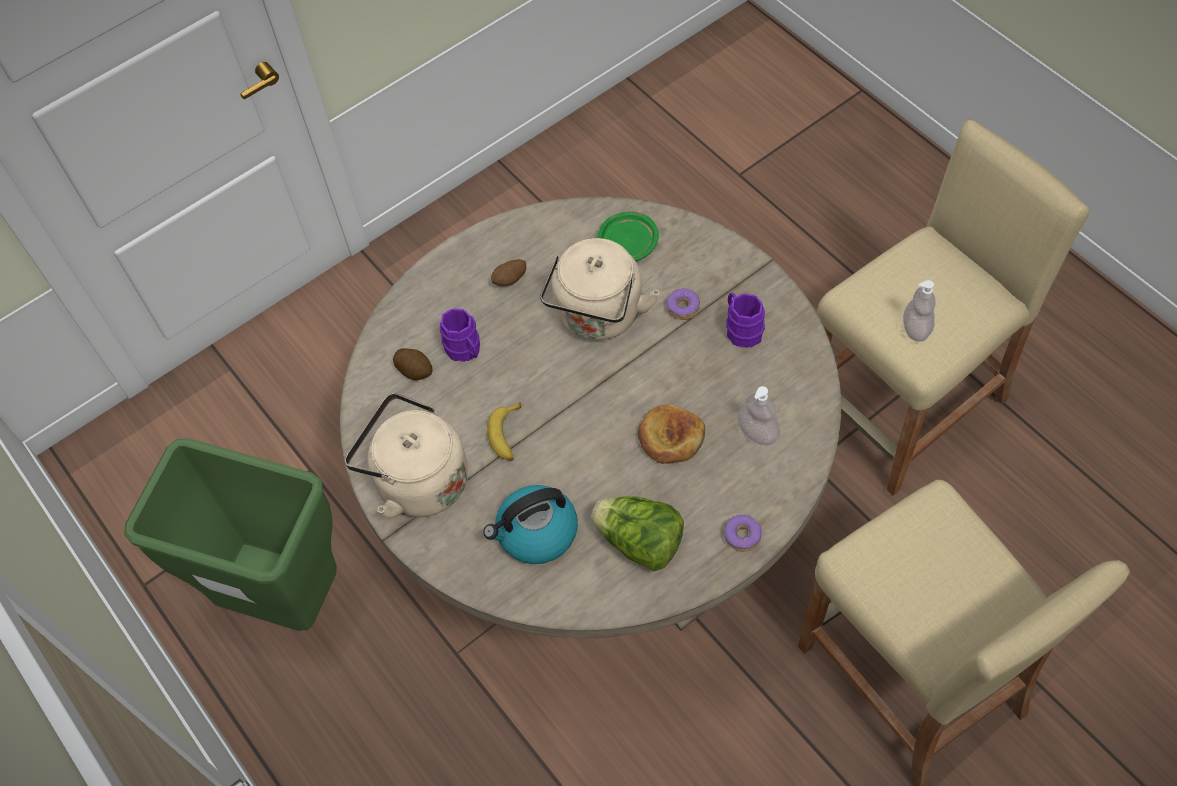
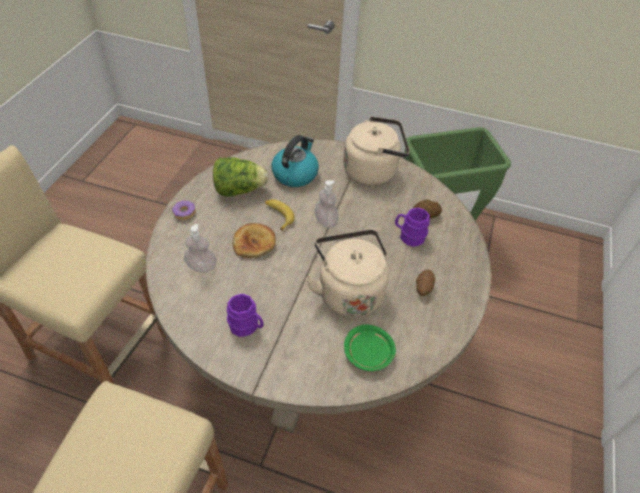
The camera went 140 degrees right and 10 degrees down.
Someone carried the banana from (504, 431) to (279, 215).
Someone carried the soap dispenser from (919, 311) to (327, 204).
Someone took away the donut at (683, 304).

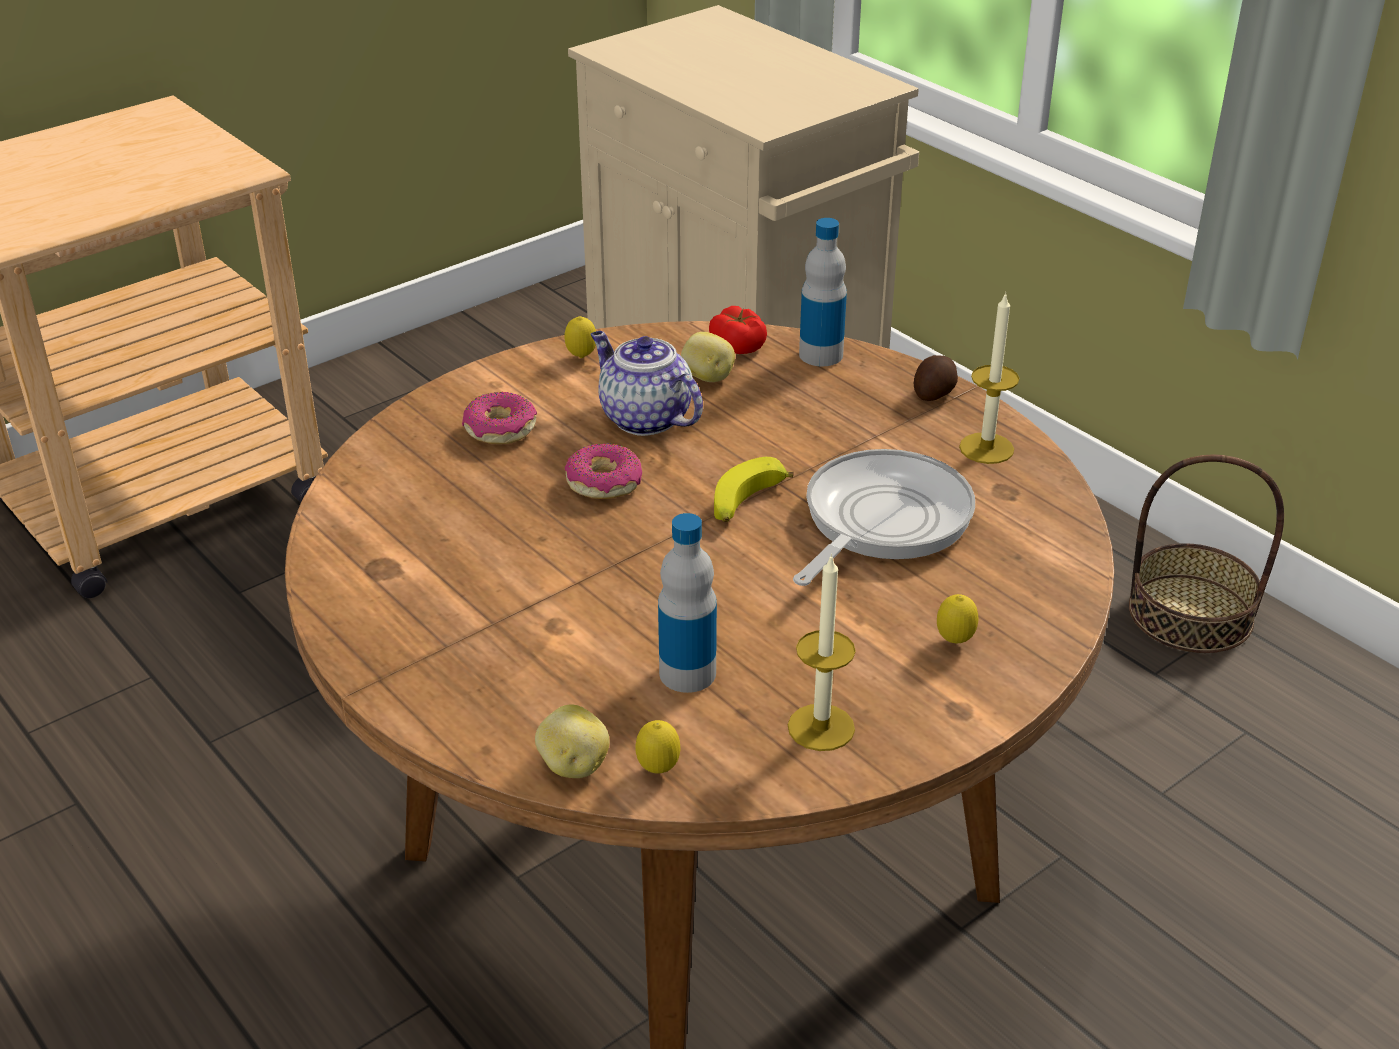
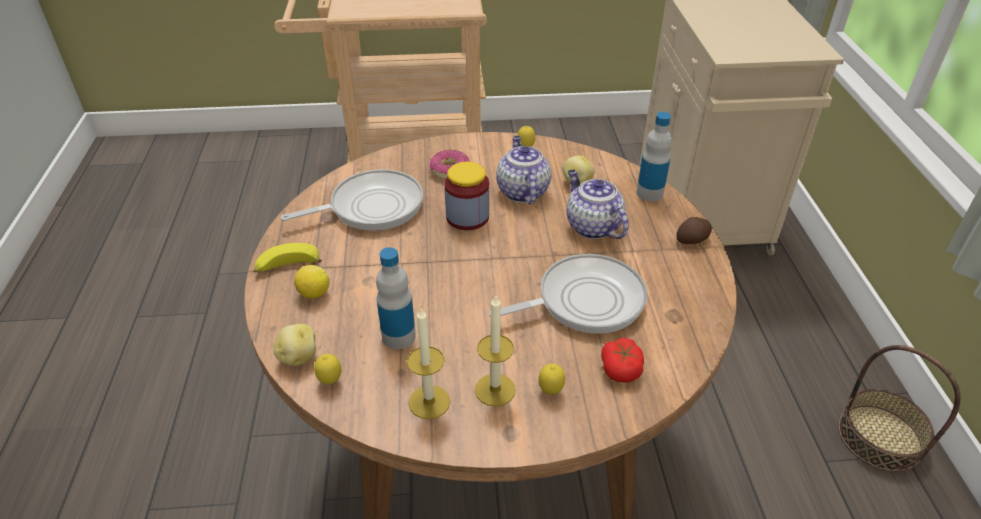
The camera went 35 degrees right and 5 degrees up.
Someone carried the banana from (754, 489) to (288, 257).
Someone put down the frying pan at (352, 200).
Someone put down the lemon at (312, 282).
Someone swapped the donut at (603, 471) for the jar at (466, 196).
Someone carried the candle from (989, 378) to (495, 351).
Someone put down the teapot at (597, 204).
Someone carried the tomato from (738, 330) to (622, 360).

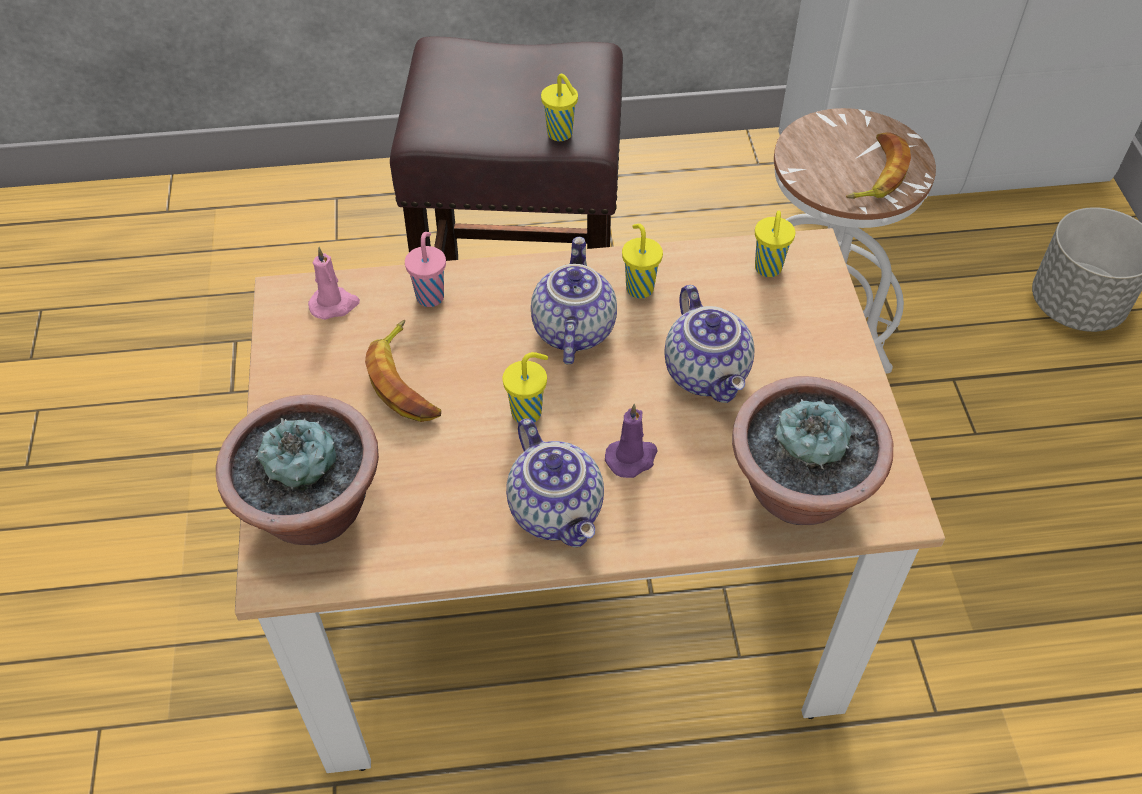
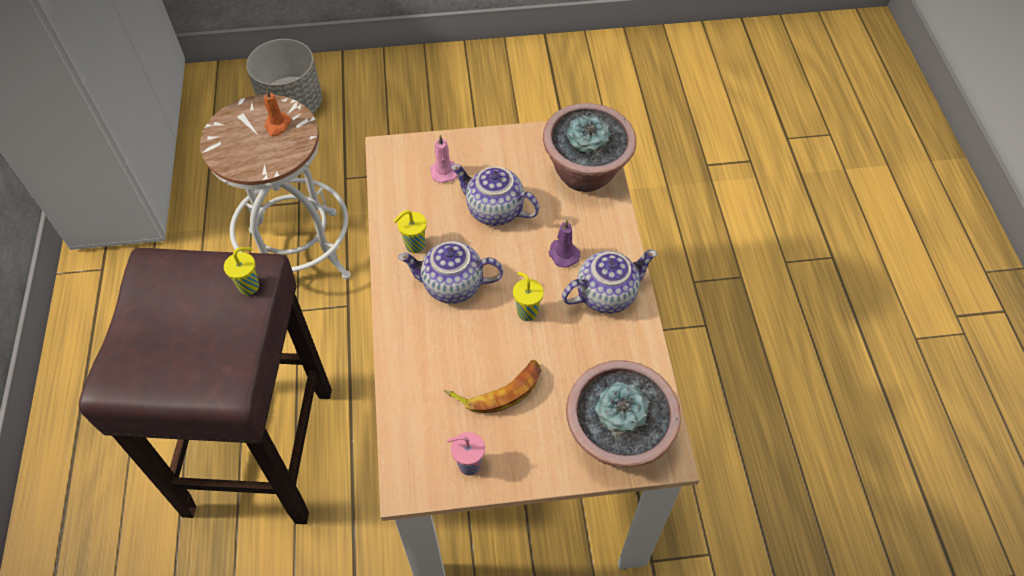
The camera went 90 degrees left and 5 degrees up.
Someone swapped the banana at (878, 165) for the candle (orange) at (277, 113).
Someone carried the candle (pink) from (334, 283) to (443, 159).
Someone carried the cup (pink) from (425, 269) to (466, 454).
Someone rotated the teapot at (709, 344) by 135 degrees counterclockwise.
Someone took away the cup (yellow) at (775, 244).

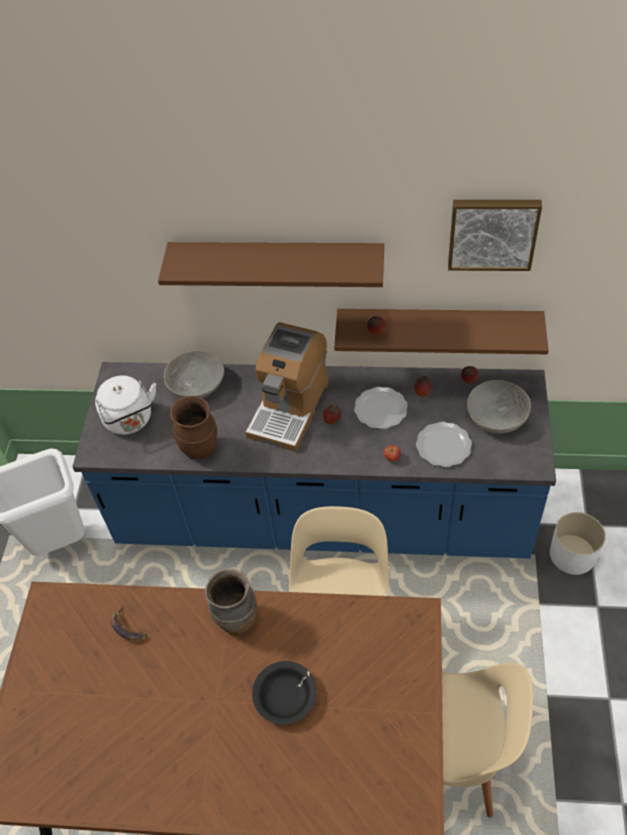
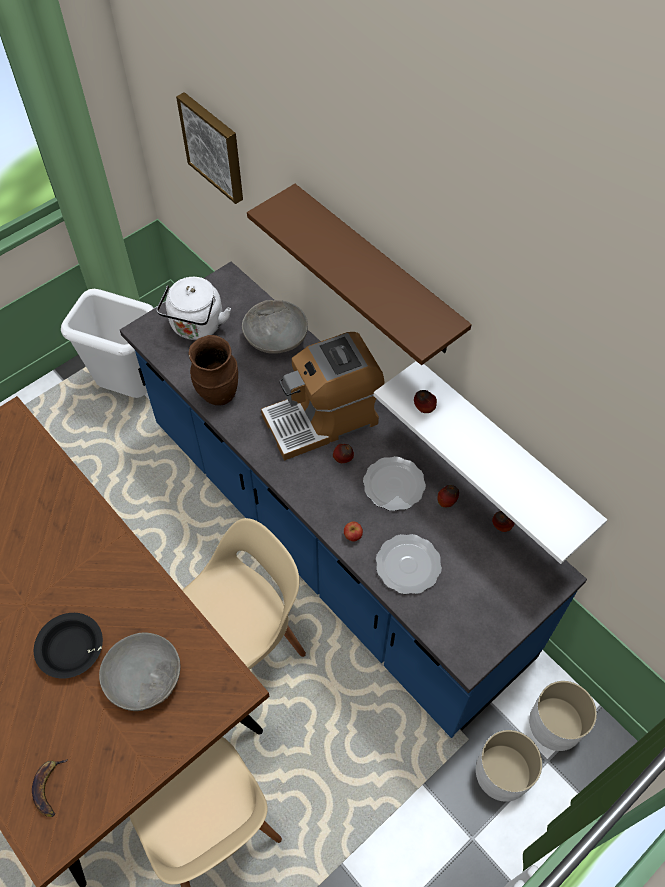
The camera went 40 degrees right and 5 degrees up.
Someone carried the banana from (129, 623) to (50, 788).
Someone carried the bowl (grey) from (499, 407) to (139, 672).
Someone carried the picture from (495, 235) to (209, 148).
Someone repainted the shelf (brown) at (441, 331), which became the shelf (white) at (490, 462).
Someone put down the planter (white) at (563, 716).
Someone took away the vase (brown) at (231, 601).

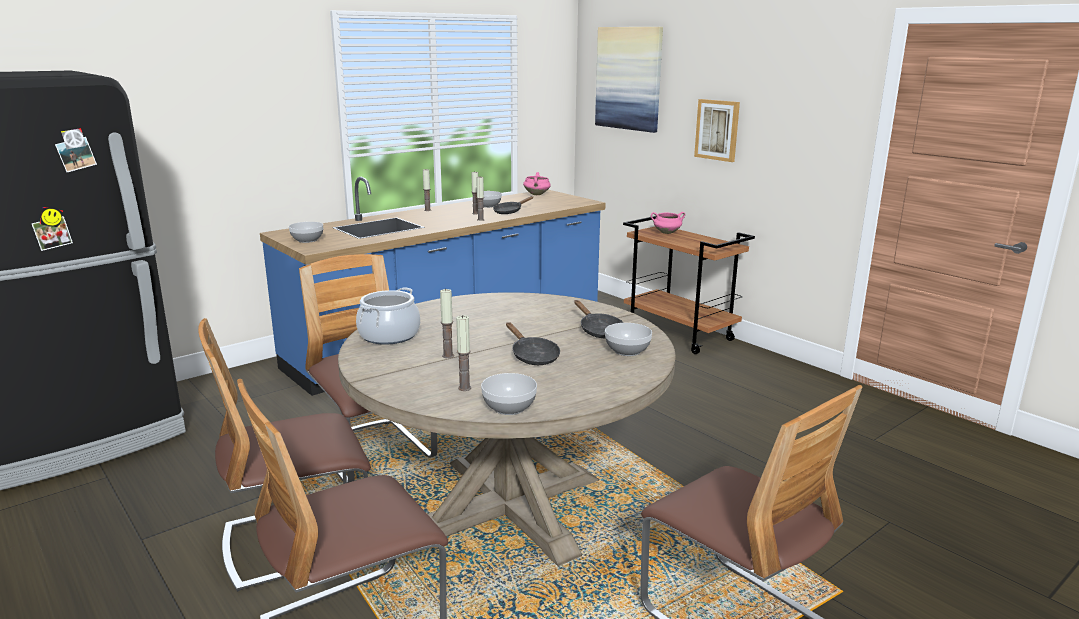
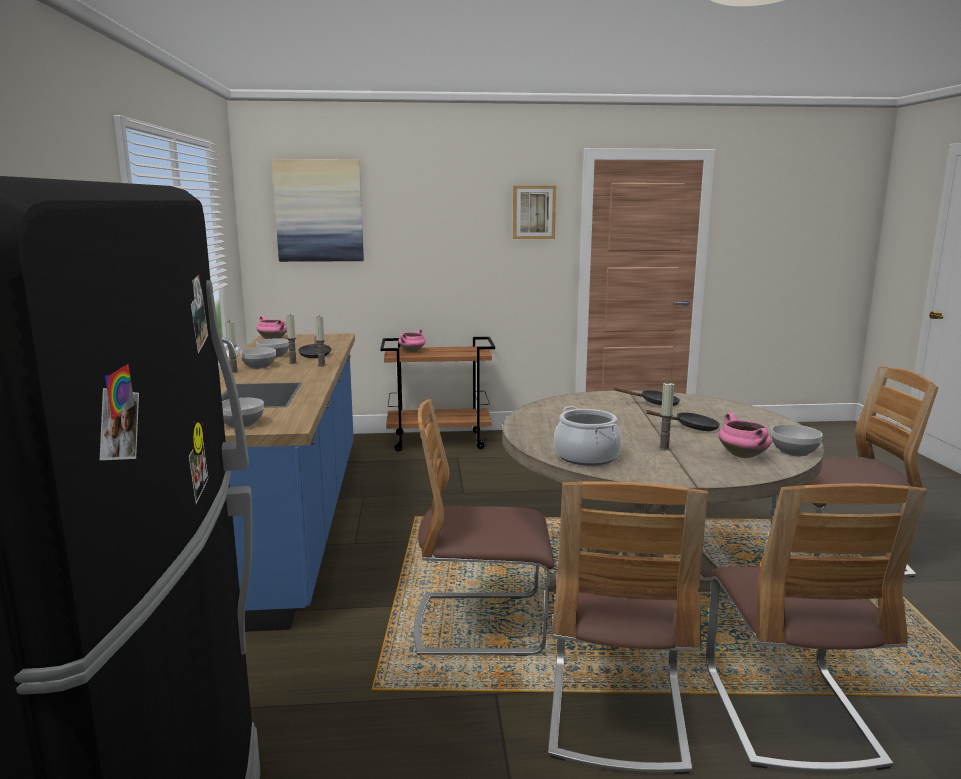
The camera went 55 degrees left and 5 degrees down.
Someone carried the bowl from (628, 339) to (258, 358).
Someone carried the picture from (717, 130) to (534, 212).
Someone swapped the candle at (463, 353) for the cooking pot (pink) at (745, 435).

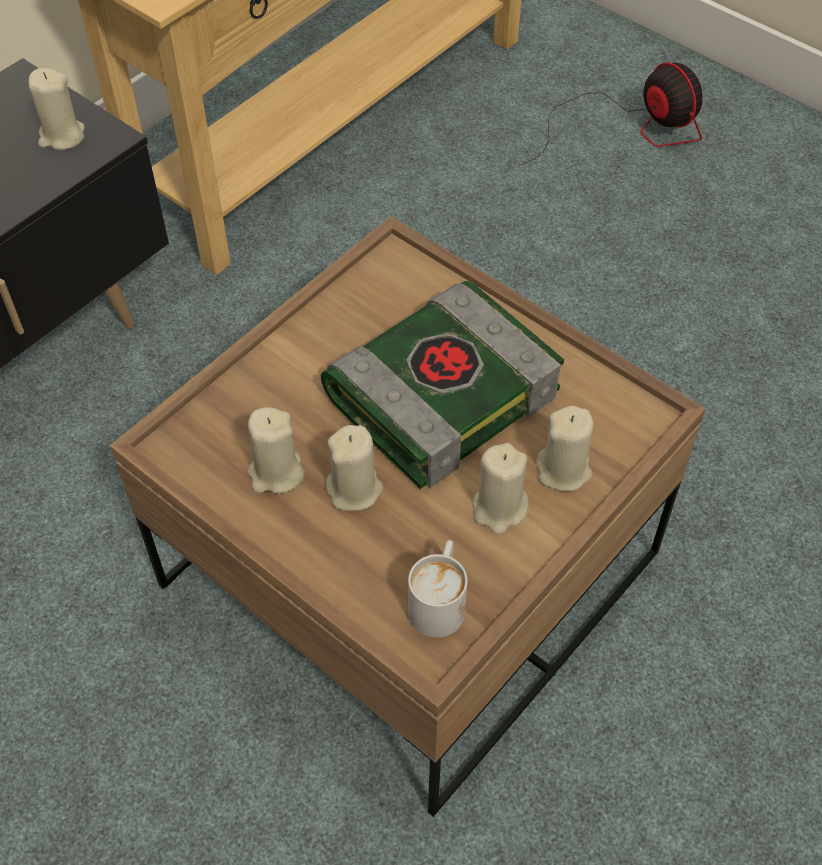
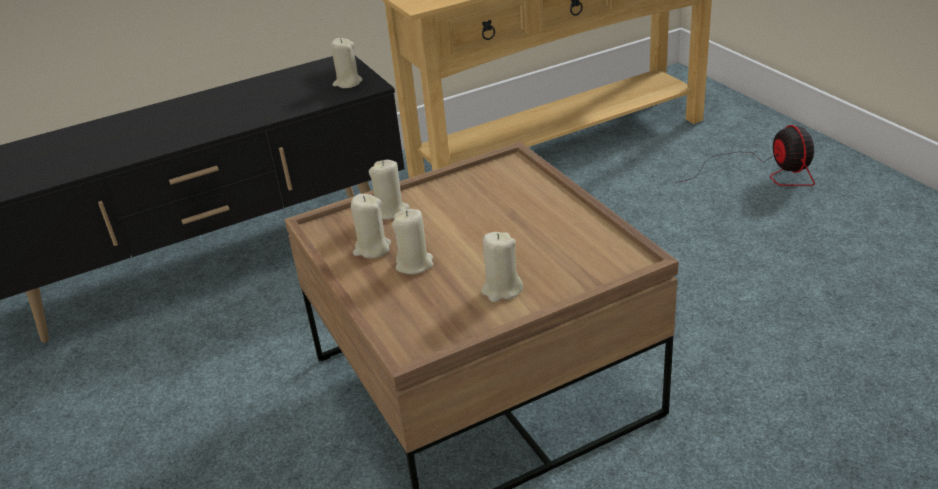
The camera went 25 degrees right and 20 degrees down.
Someone carried the candle (beige) from (565, 448) to (389, 190).
Someone took away the book at (442, 385).
Someone took away the mug (white) at (437, 588).

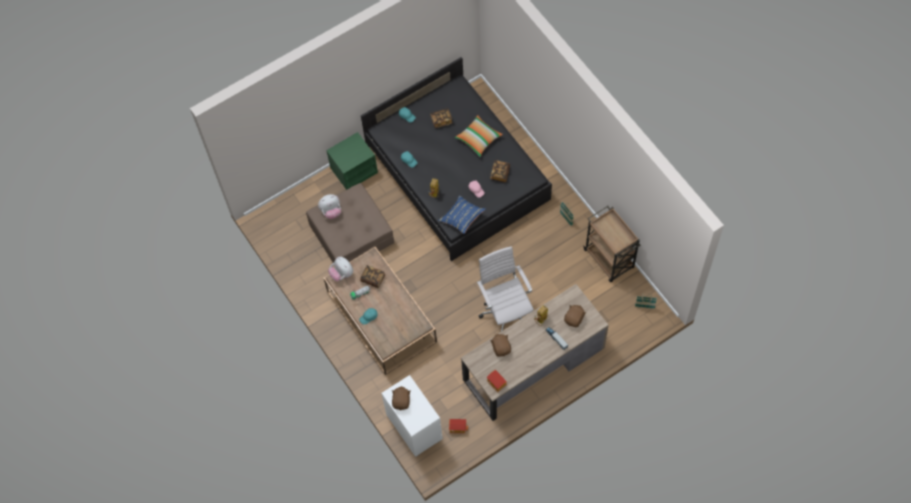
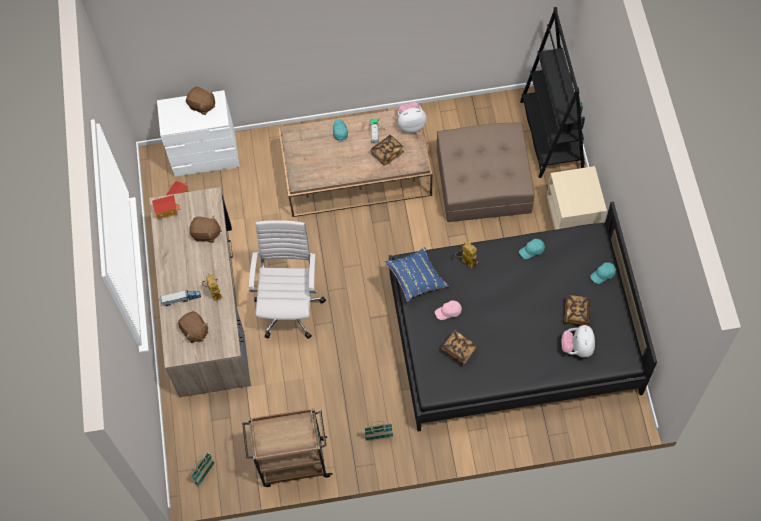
The camera went 115 degrees right and 0 degrees up.
Someone rotated the office chair (white) at (505, 288) by 90 degrees counterclockwise.
Someone put down the bookcase (black) at (552, 92).
Someone repainted the nightstand (green) at (352, 161), which became the nightstand (beige) at (577, 198).
Someone carried the plush toy from (329, 206) to (578, 341).
Someone took away the pillow at (479, 136).

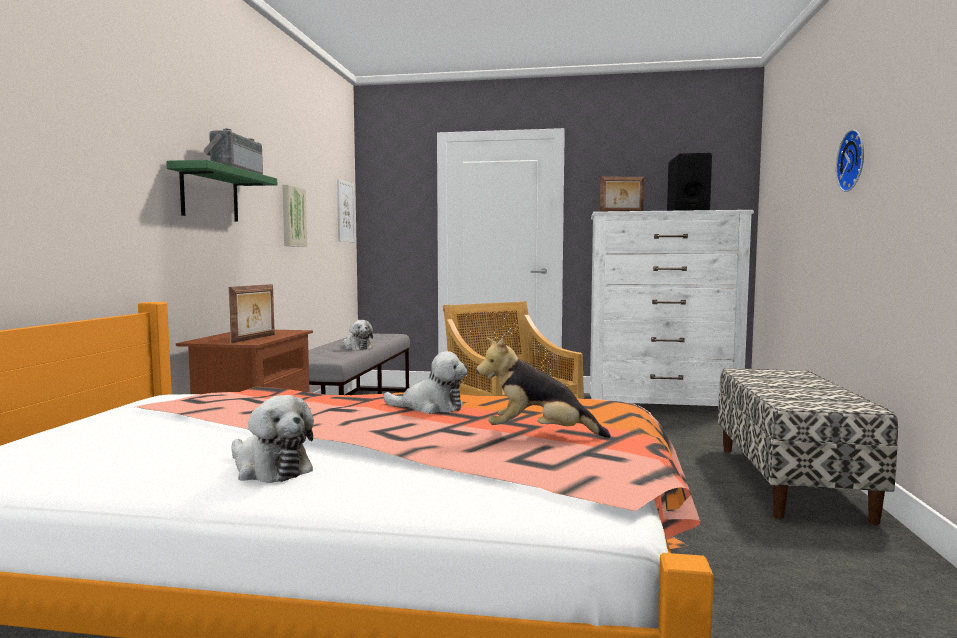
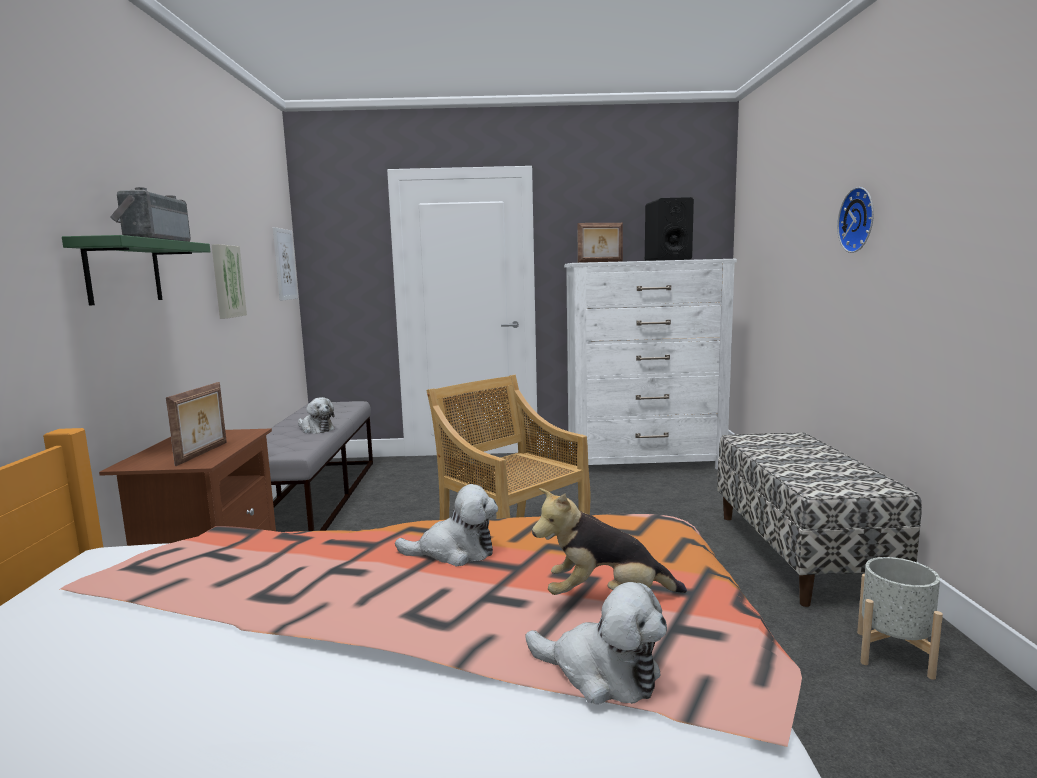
The camera went 10 degrees left and 5 degrees up.
Someone carried the plush toy from (272, 439) to (596, 643).
Someone put down the planter (grey) at (900, 618).

